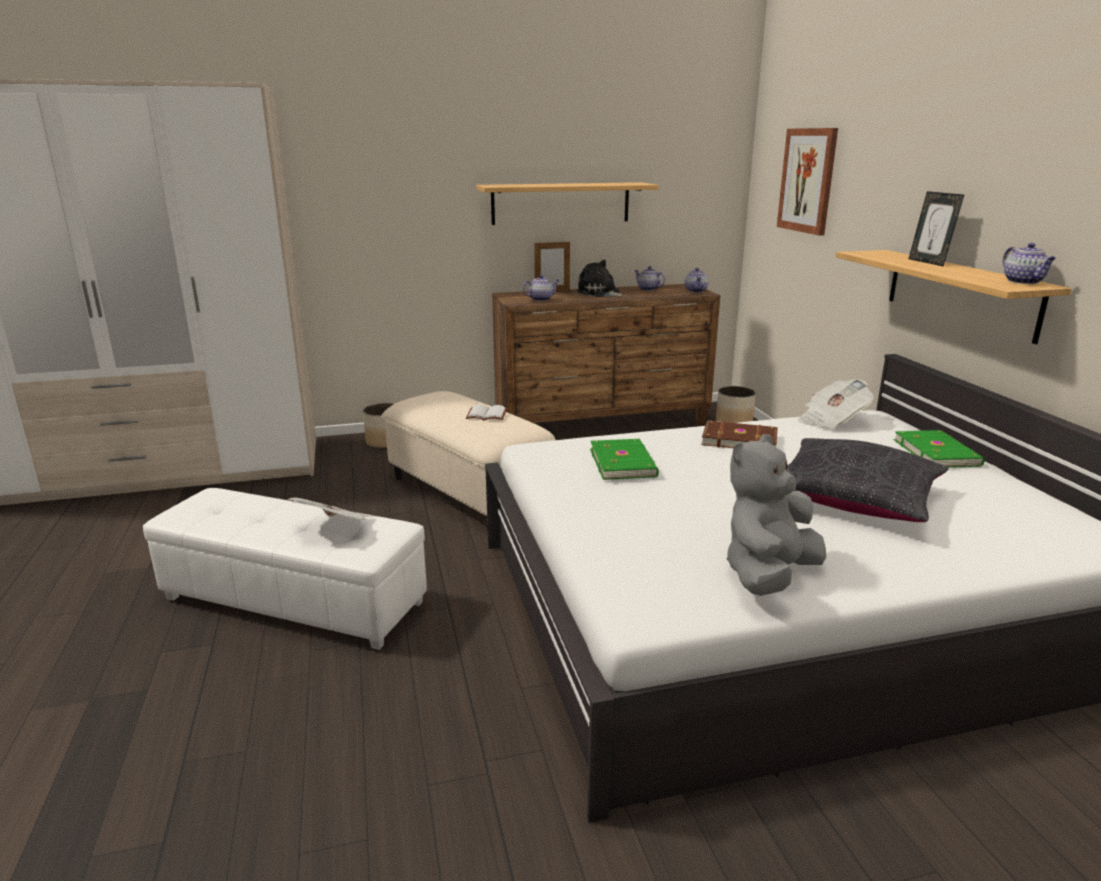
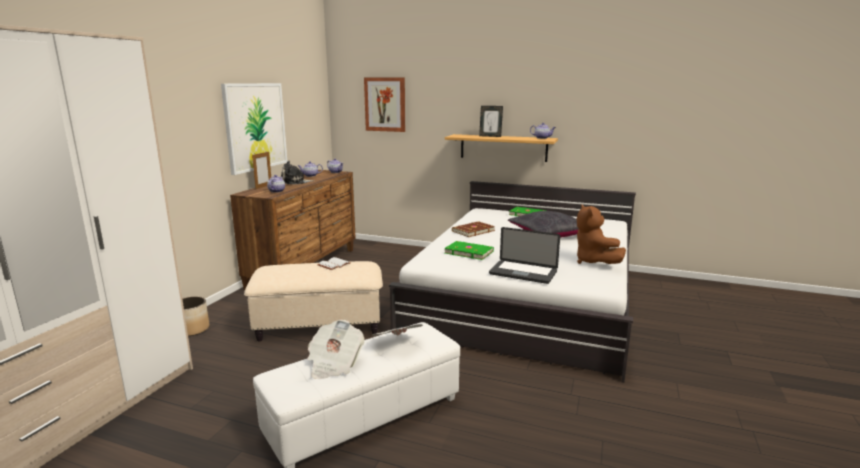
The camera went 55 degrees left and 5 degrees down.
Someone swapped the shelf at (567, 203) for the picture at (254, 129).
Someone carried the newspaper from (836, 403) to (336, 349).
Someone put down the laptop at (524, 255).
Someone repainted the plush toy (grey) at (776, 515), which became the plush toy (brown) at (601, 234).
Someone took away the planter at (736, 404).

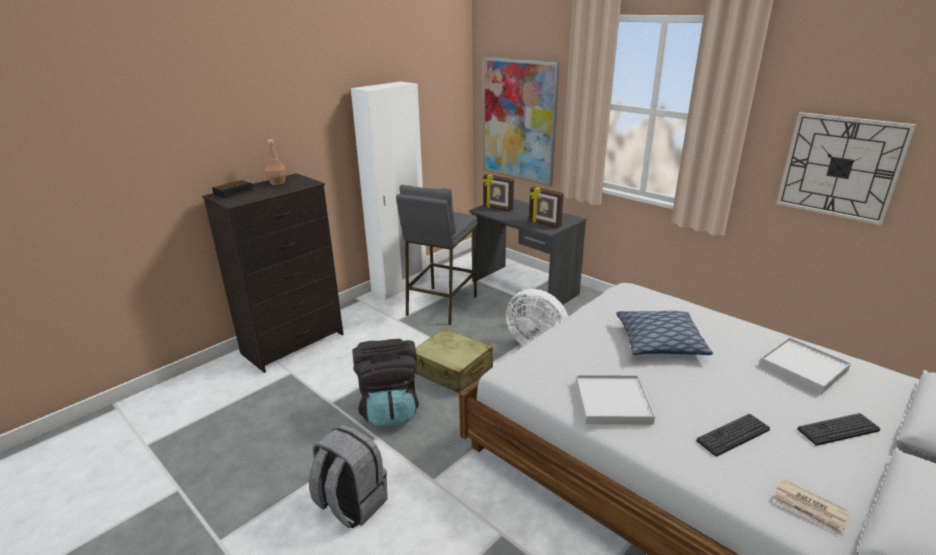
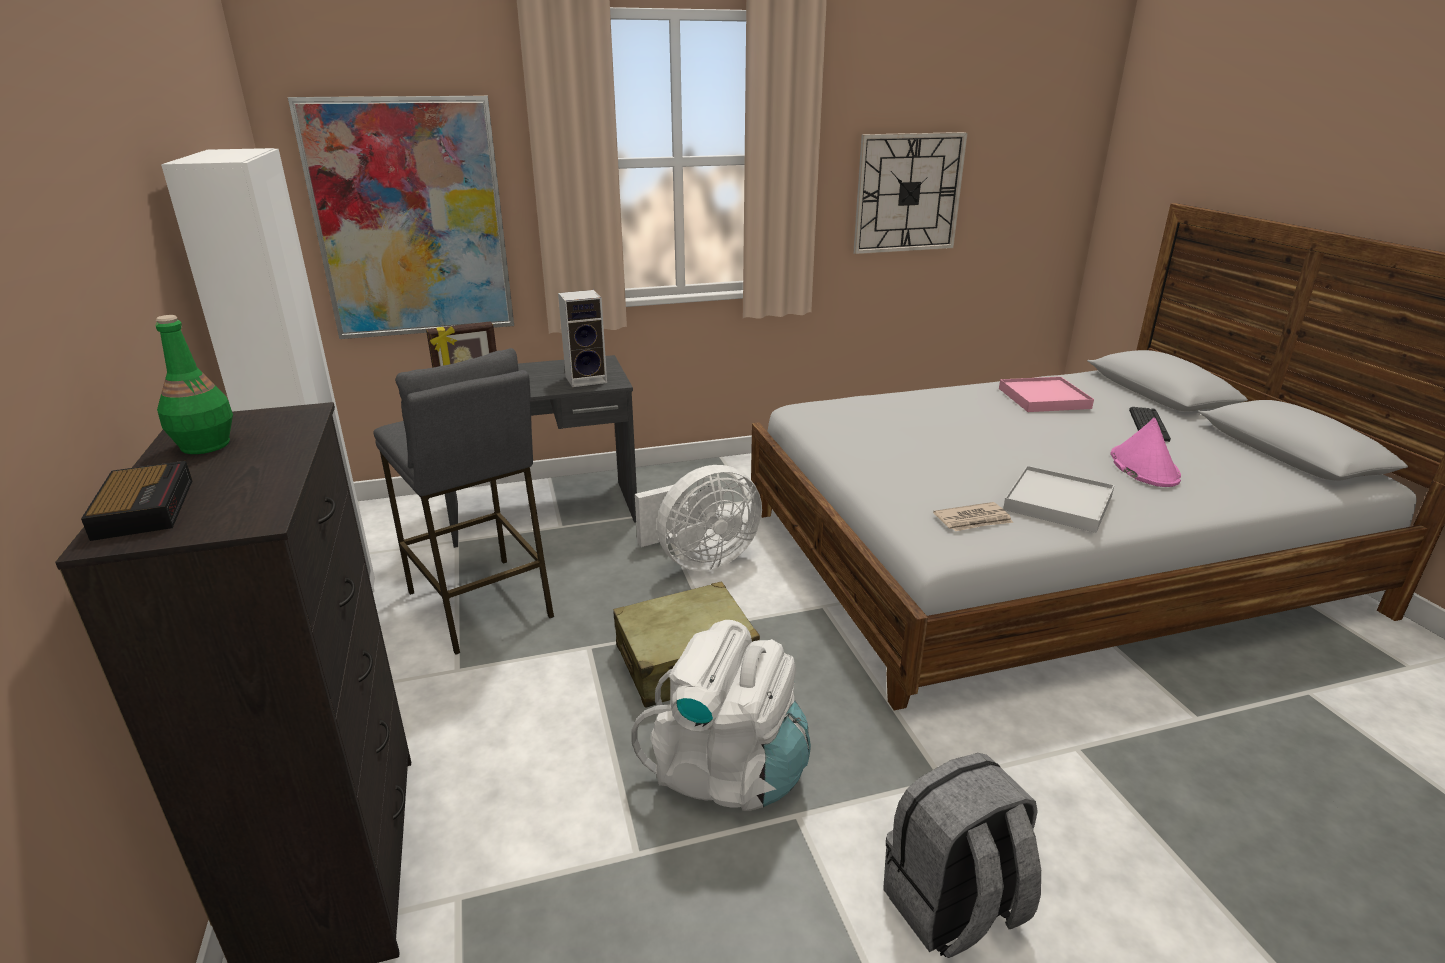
The camera went 60 degrees left and 0 degrees up.
Someone repainted the bottle (brown) at (276, 162), which became the bottle (green) at (194, 384).
Someone swapped the picture frame at (546, 207) for the speaker at (582, 338).
Someone repainted the backpack (black) at (385, 383), which became the backpack (white) at (721, 715).
Someone carried the newspaper from (811, 507) to (973, 516).
Someone repainted the tray (white) at (805, 365), which became the tray (pink) at (1046, 394).
Someone swapped the keyboard at (733, 435) for the hat (pink) at (1145, 452).
Someone took away the pillow at (664, 333).

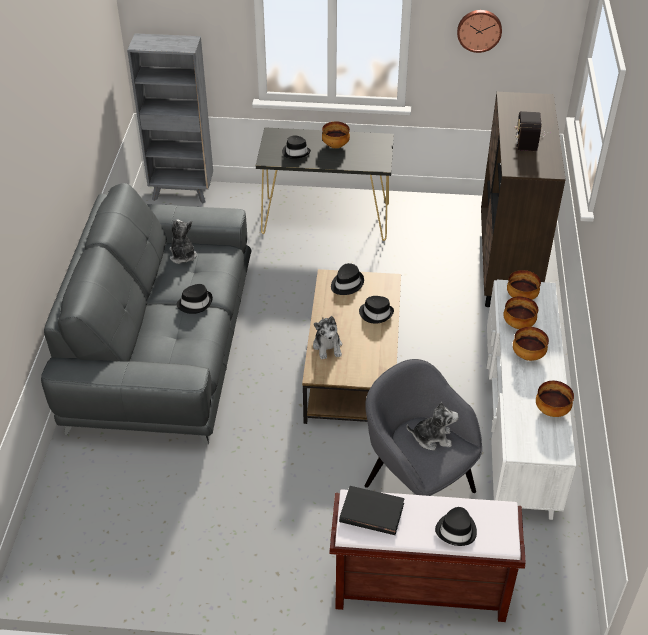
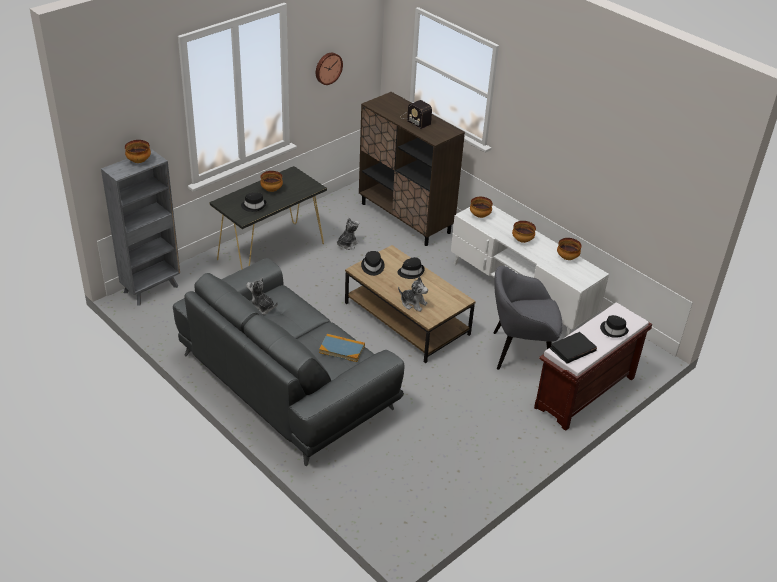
The camera went 50 degrees left and 5 degrees down.
Someone carried the bowl from (520, 312) to (138, 151).
Someone put down the book at (342, 348).
Someone carried the plush toy from (432, 426) to (348, 234).
Someone took away the hat (black) at (195, 299).

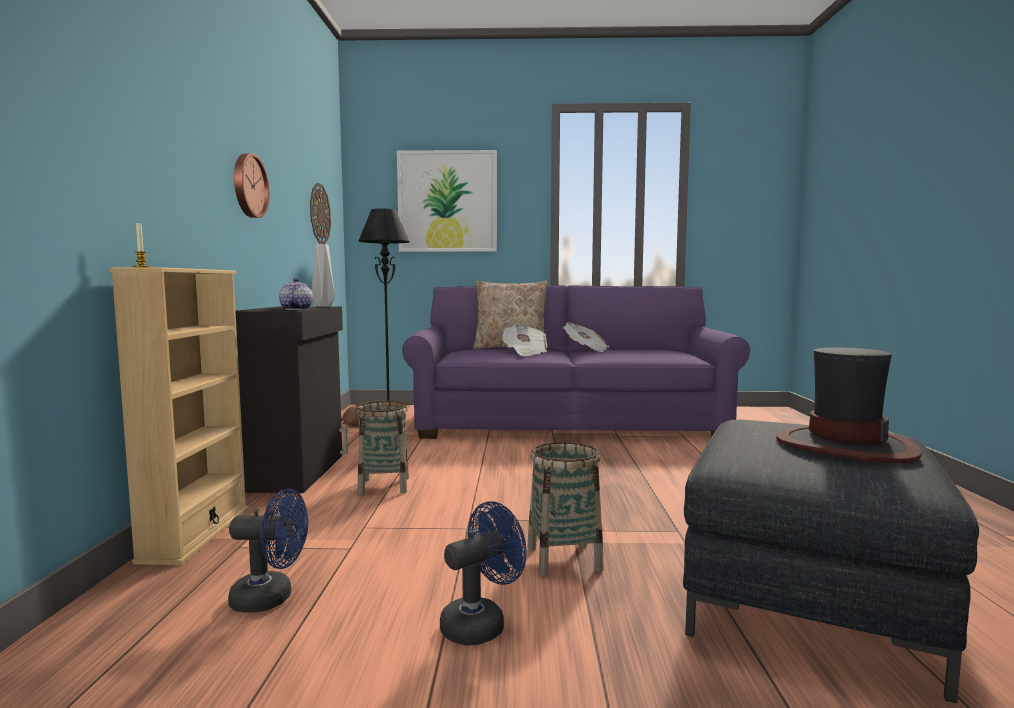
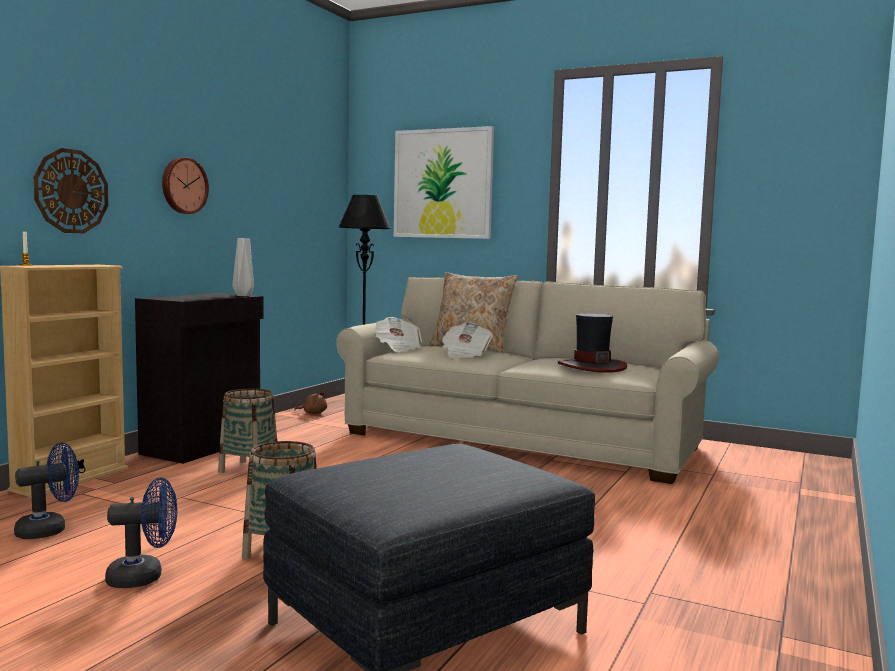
The camera went 25 degrees right and 0 degrees up.
Someone rotated the fan (blue) at (268, 551) by 60 degrees counterclockwise.
Someone carried the wall clock from (320, 213) to (71, 190).
Someone repainted the sofa (purple) at (576, 362), which became the sofa (beige) at (527, 380).
Someone carried the newspaper from (586, 337) to (398, 334).
Someone carried the hat from (849, 405) to (592, 343).
Someone took away the teapot at (296, 294).

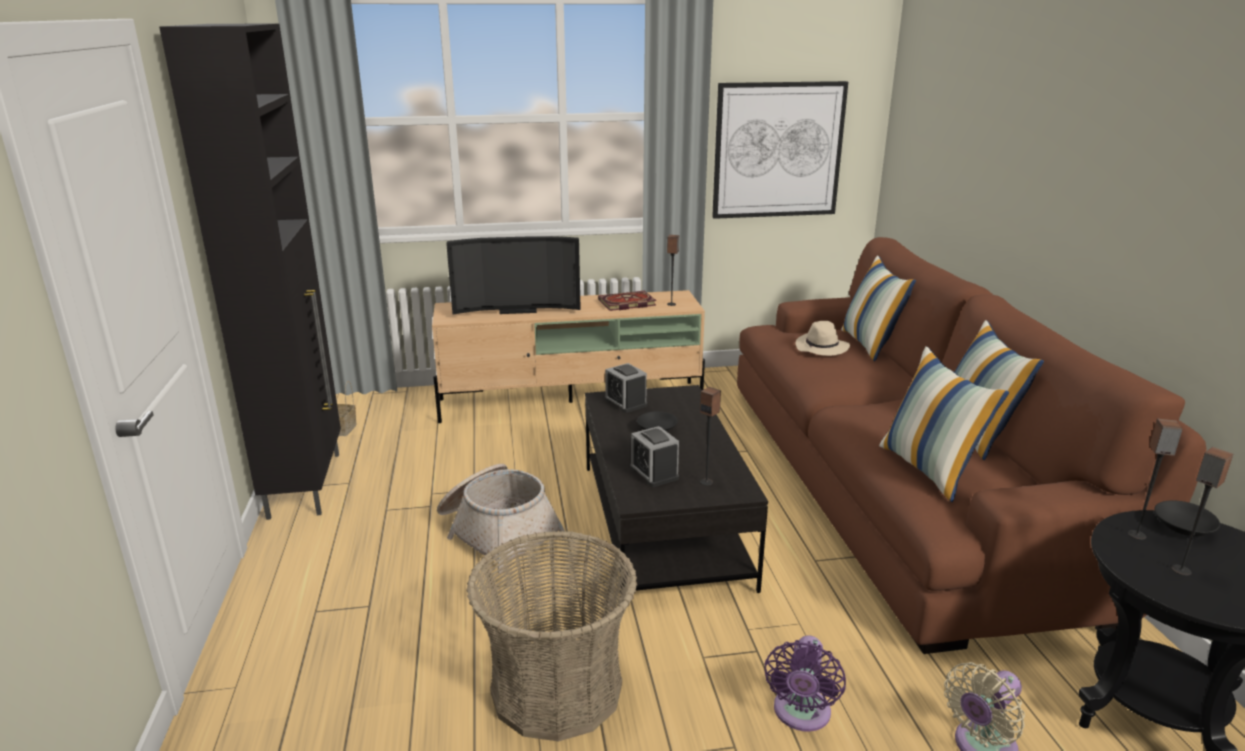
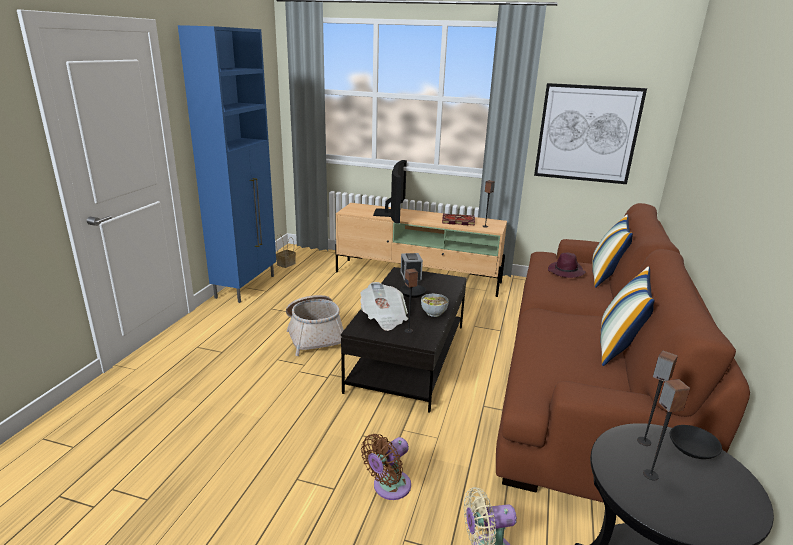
The camera went 25 degrees right and 0 degrees up.
Someone repainted the cabinet (black) at (250, 272), which became the cabinet (blue) at (227, 164).
Someone swapped the alarm clock at (654, 456) for the newspaper at (384, 306).
Someone repainted the fan (purple) at (805, 683), which became the fan (brown) at (386, 467).
Someone rotated the television at (513, 275) by 105 degrees counterclockwise.
Someone put down the bowl at (435, 305).
Someone repainted the hat (beige) at (823, 338), which became the hat (purple) at (567, 265).
Someone took away the basket at (551, 636).
Someone took away the pillow at (944, 424).

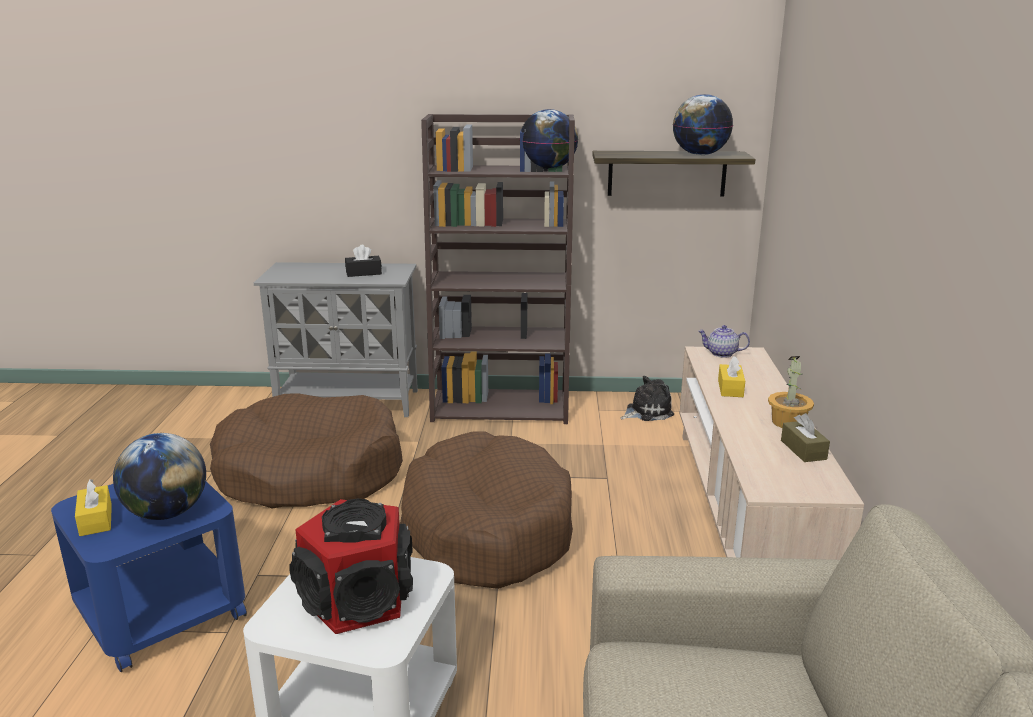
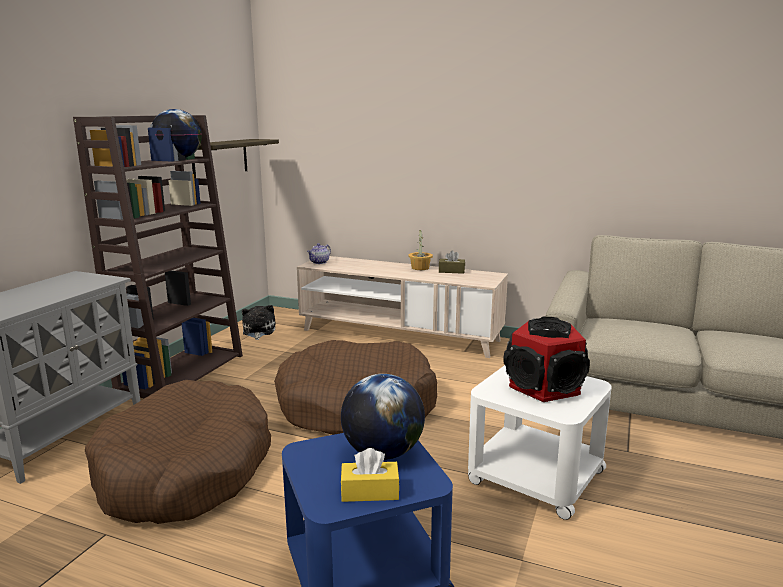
The camera went 70 degrees left and 5 degrees down.
Someone took away the tissue box (black) at (363, 261).
Someone took away the globe at (703, 124).
Someone took away the tissue box (yellow) at (731, 376).

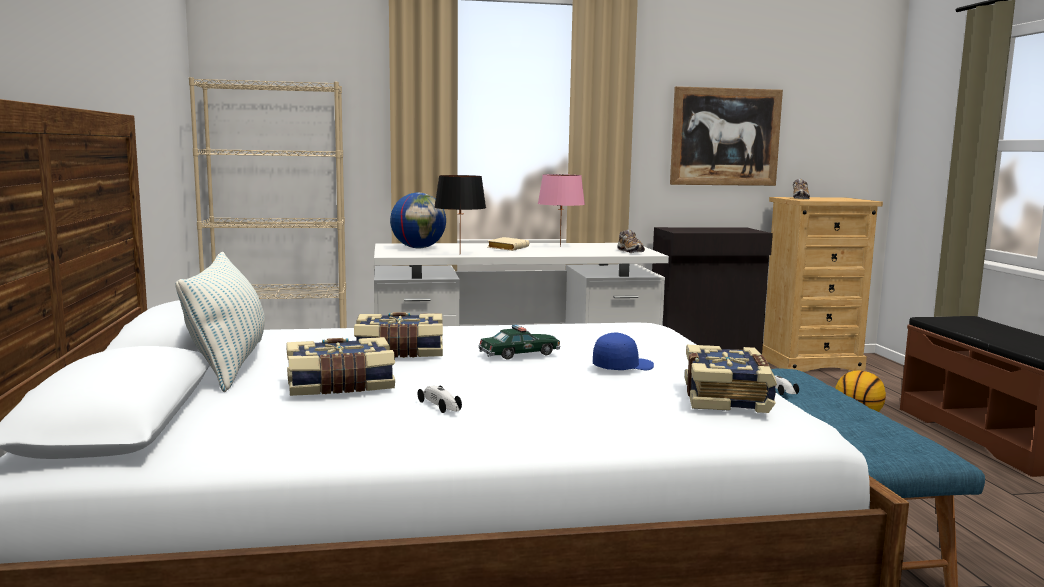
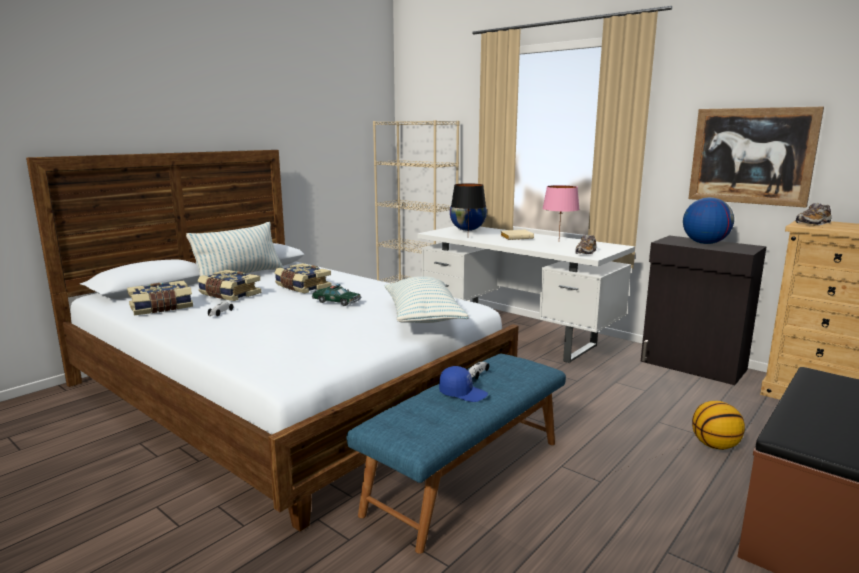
The camera went 50 degrees right and 5 degrees up.
Someone carried the book from (731, 379) to (160, 297).
Someone put down the pillow at (426, 299).
Someone carried the cap (blue) from (623, 351) to (463, 384).
Someone put down the globe at (708, 220).

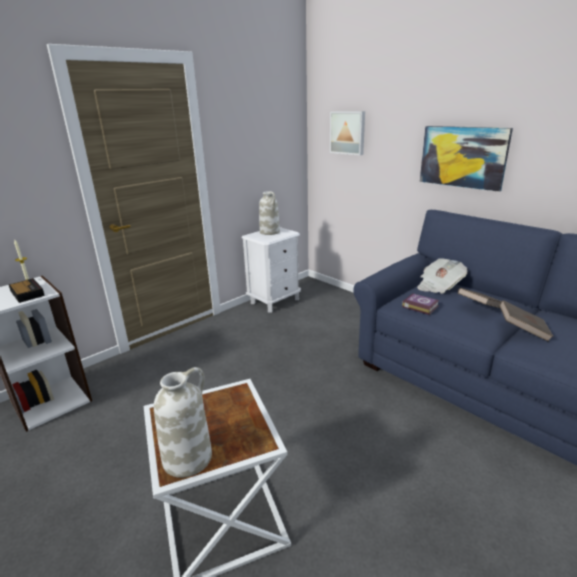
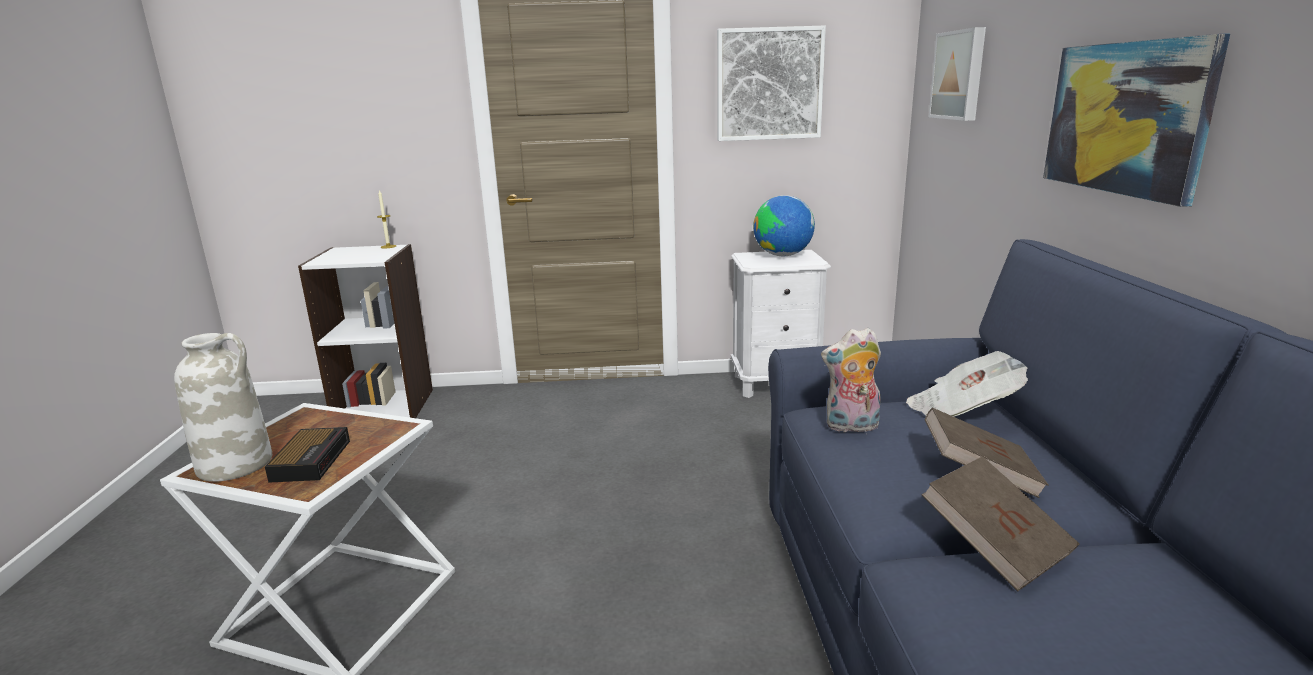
The camera went 40 degrees right and 5 degrees down.
Someone carried the alarm clock from (27, 290) to (307, 455).
Someone put up the picture at (771, 83).
Someone swapped the vase (white) at (269, 213) for the globe at (784, 225).
Someone swapped the book at (420, 304) for the plush toy at (851, 380).

